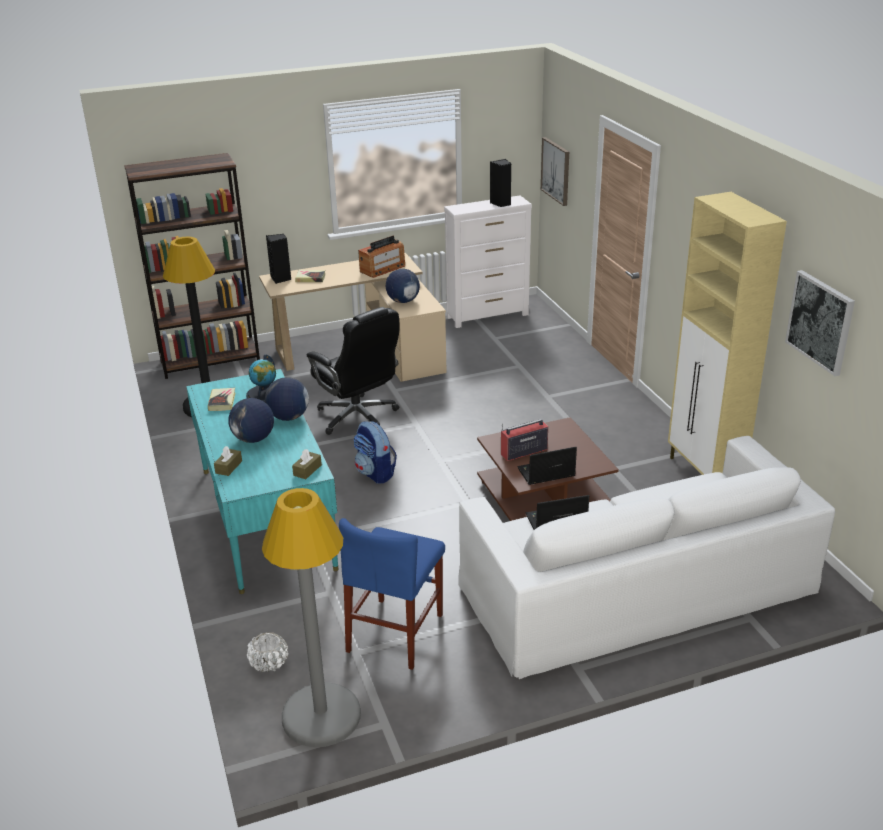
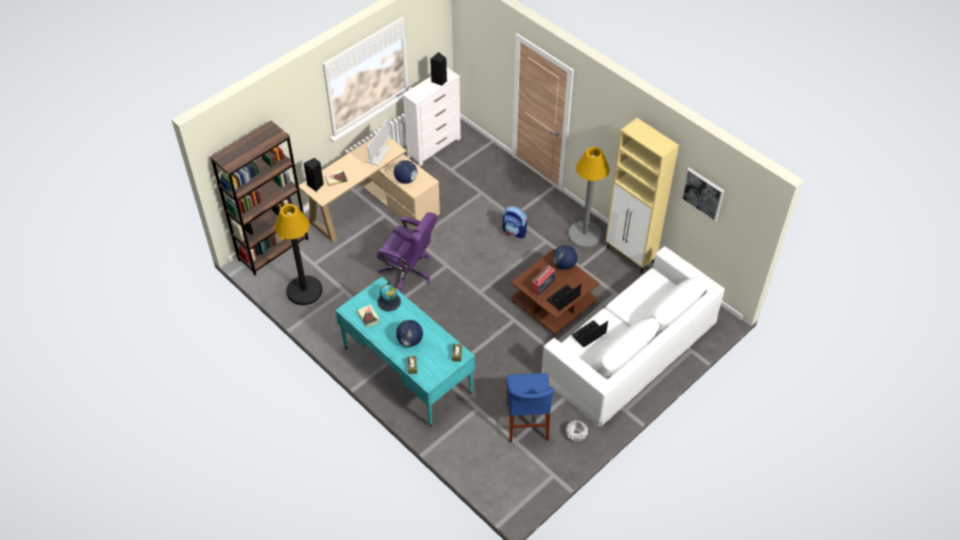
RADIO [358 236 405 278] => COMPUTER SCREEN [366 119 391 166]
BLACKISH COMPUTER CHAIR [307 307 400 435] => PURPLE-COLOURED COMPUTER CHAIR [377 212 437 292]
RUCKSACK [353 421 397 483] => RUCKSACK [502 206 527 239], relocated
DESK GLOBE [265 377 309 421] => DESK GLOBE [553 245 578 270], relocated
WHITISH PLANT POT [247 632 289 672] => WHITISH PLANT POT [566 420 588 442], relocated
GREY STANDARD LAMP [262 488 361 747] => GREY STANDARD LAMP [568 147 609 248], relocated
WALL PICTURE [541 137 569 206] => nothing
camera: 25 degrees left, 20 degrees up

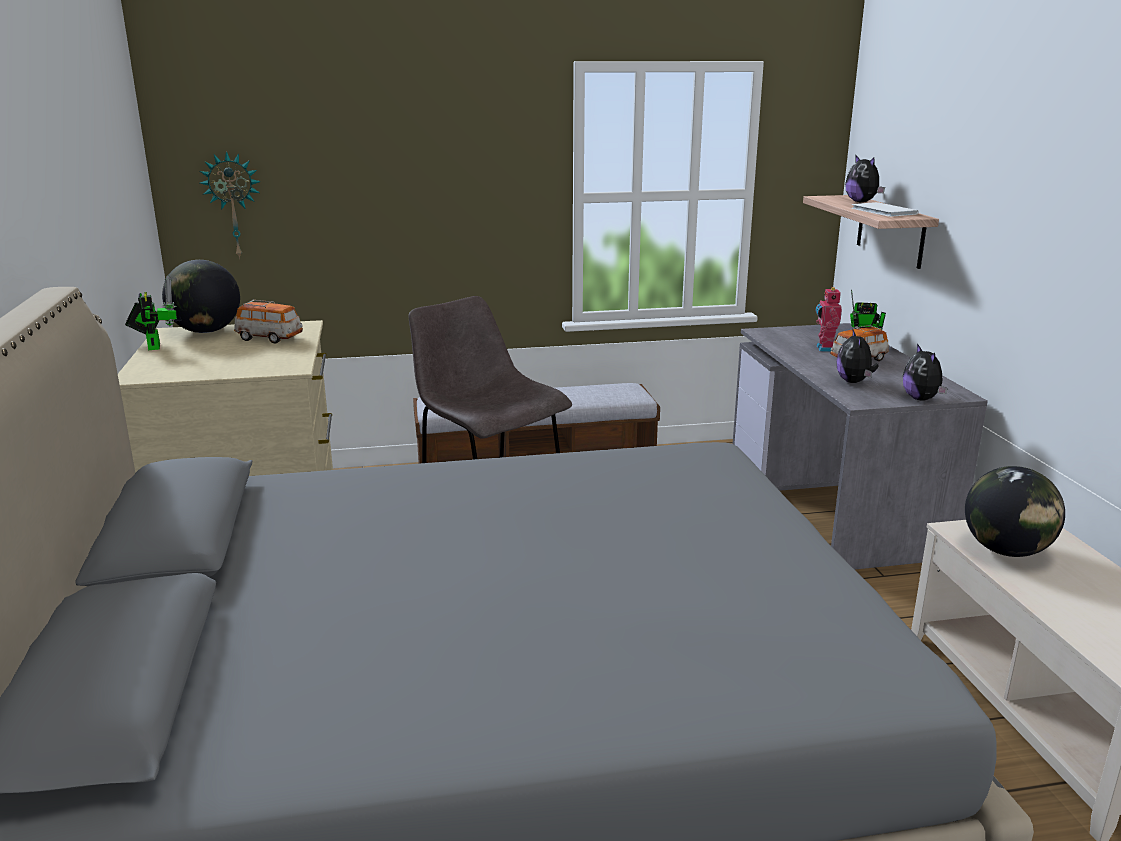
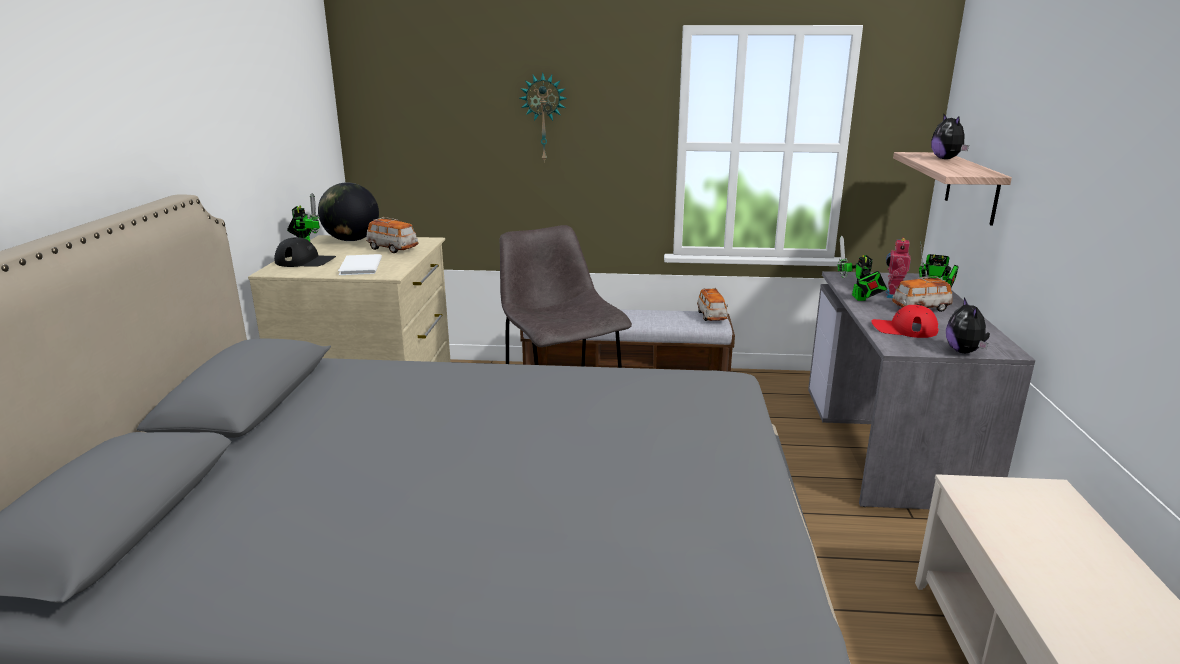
nothing => BLACKISH PEAKED CAP [274 237 336 267]
WHITISH VOLUME [851 202 919 217] => WHITISH VOLUME [338 254 382 275], relocated
WALL CLOCK [200 151 261 259] => WALL CLOCK [520 72 567 163], relocated
nothing => MINIATURE CAR [697 288 728 321]
nothing => MODEL ROBOT [838 235 887 301]
SOFT TOY [836 328 879 383] => RED-COLOURED PEAKED CAP [871 305 939 338]
DESK GLOBE [965 466 1065 557] => nothing
camera: 15 degrees right, 0 degrees up

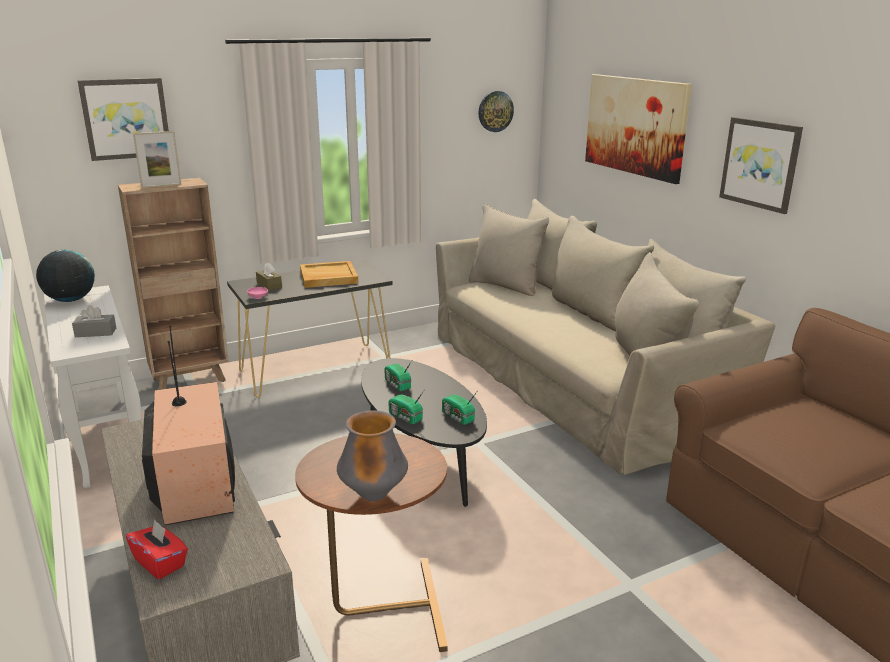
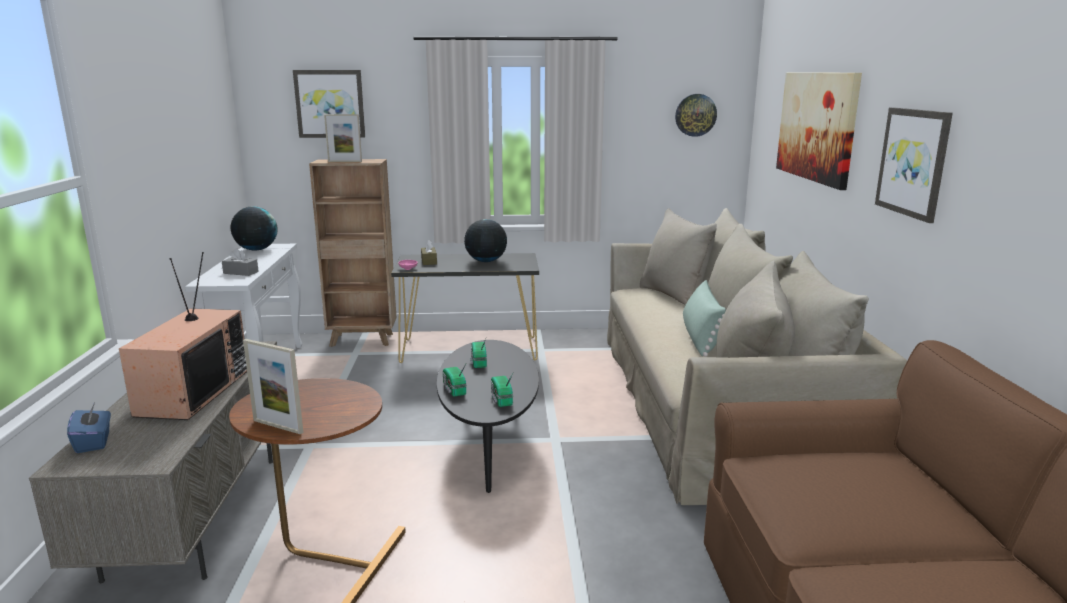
RED-COLOURED BOX OF TISSUES [126 519 188 579] => BLUISH BOX OF TISSUES [67 402 111 453]
VASE [337 410 408 501] => PICTURE FRAME [243 339 304 434]
SAND-COLOURED CARRYING TRAY [300 261 358 288] => DESK GLOBE [464 219 507 262]
nothing => GREEN-COLOURED THROW PILLOW [683 280 726 357]
camera: 25 degrees right, 5 degrees down

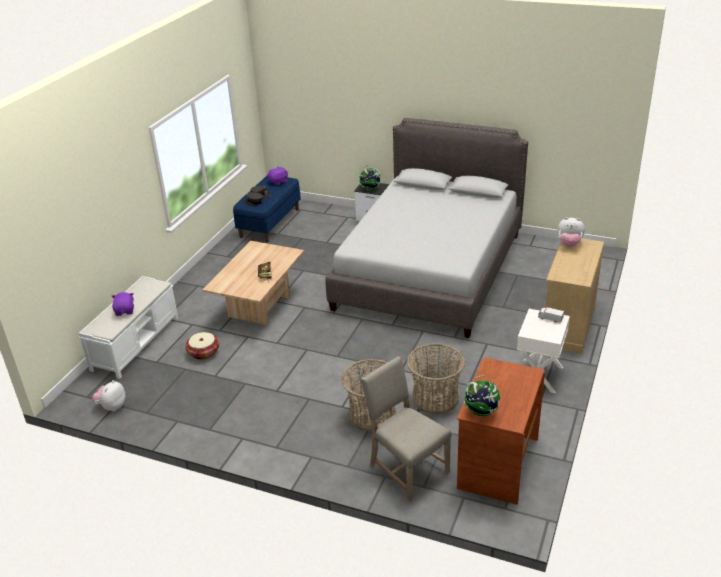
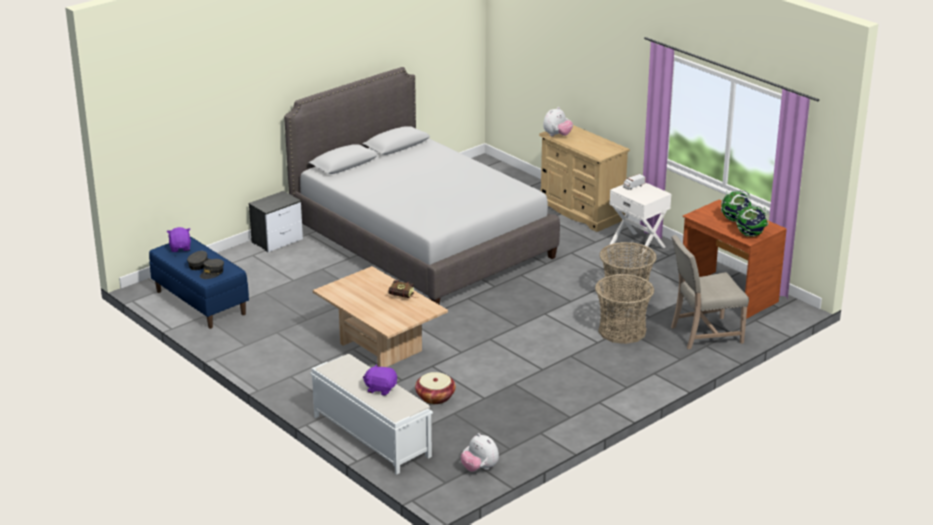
DESK GLOBE [359 165 382 190] => DESK GLOBE [721 190 752 222], relocated
camera: 65 degrees left, 5 degrees down

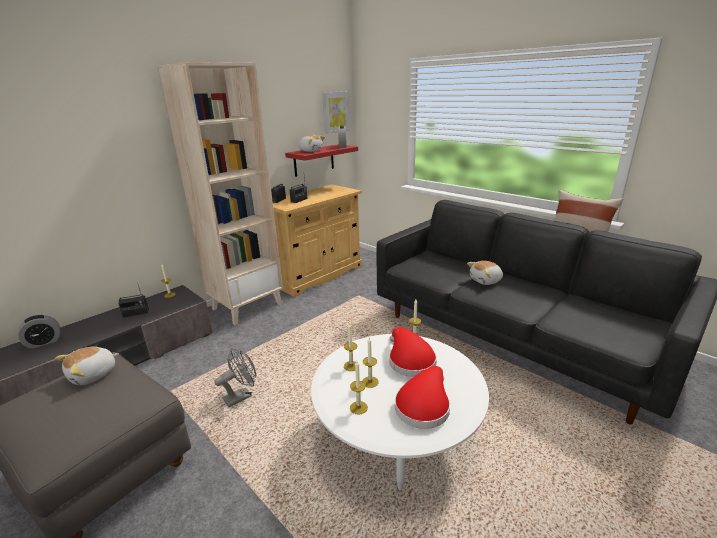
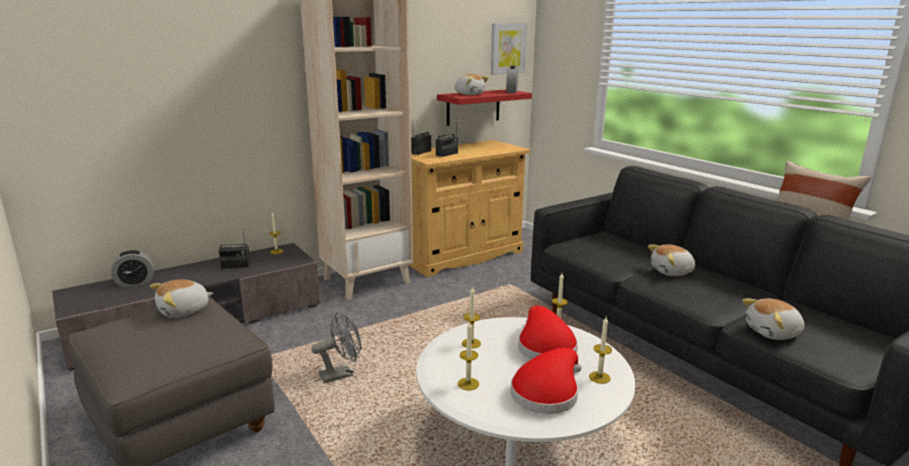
WAX CANDLE [362 337 379 388] => WAX CANDLE [589 317 612 384], relocated
nothing => SOFT TOY [742 298 805 340]
camera: 10 degrees right, 5 degrees down

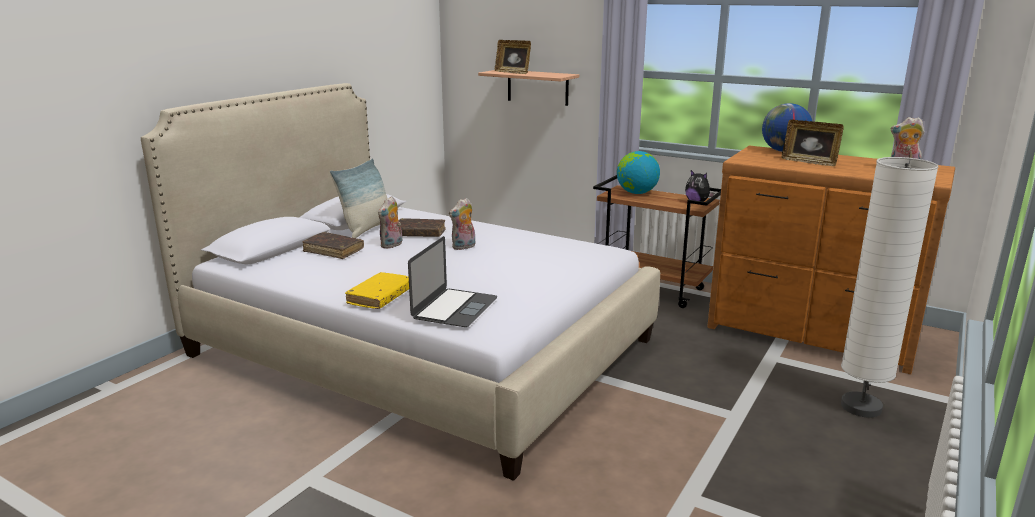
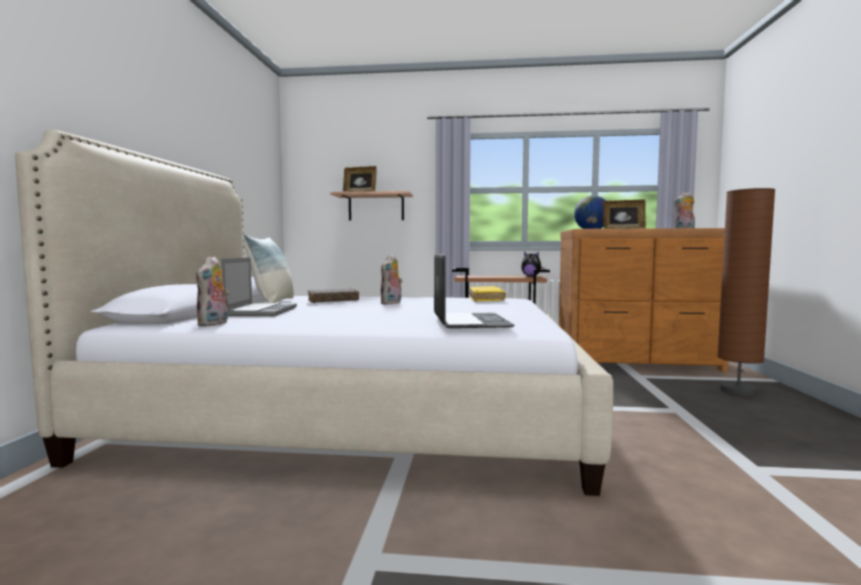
SOFT TOY [378 196 402 249] => SOFT TOY [196 256 229 326], relocated
BROWN-COLOURED VOLUME [302 232 364 259] => NOTEBOOK COMPUTER [221 258 297 316]
YELLOWISH VOLUME [345 272 409 309] => YELLOWISH VOLUME [469 286 506 302], relocated
WHITISH STANDARD LAMP [841 157 938 418] => BROWN-COLOURED STANDARD LAMP [717 188 775 396]
DESK GLOBE [617 151 660 194] => nothing
camera: 25 degrees left, 15 degrees down

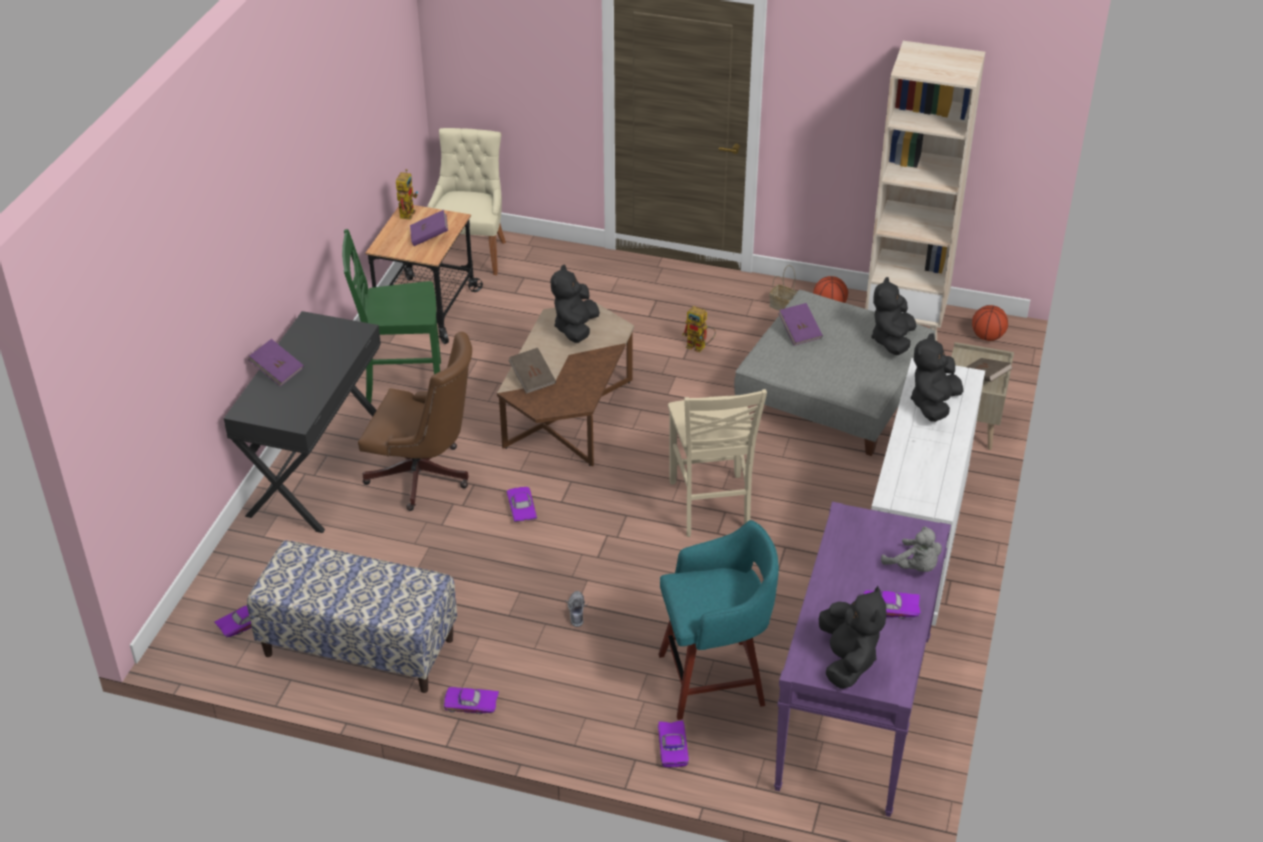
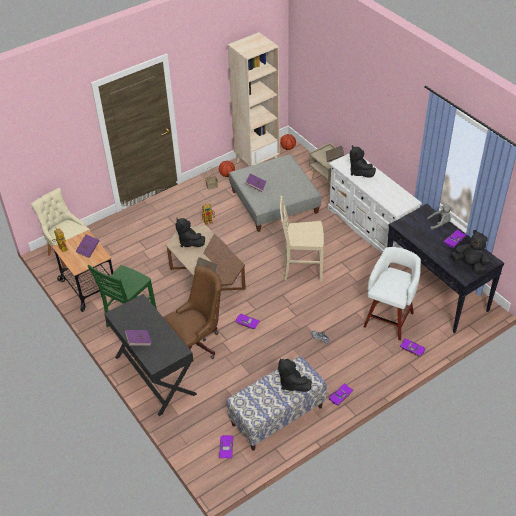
BLACKISH SOFT TOY [871 277 916 355] => BLACKISH SOFT TOY [278 358 312 392], relocated
SAND-COLOURED PLAIN CHAIR [668 389 767 537] => SAND-COLOURED PLAIN CHAIR [280 196 324 282], 150 degrees clockwise
TURQUOISE STOOL [658 520 779 720] => WHITISH STOOL [364 247 421 340]
PURPLE-COLOURED HALL TABLE [774 502 951 817] => BLACKISH HALL TABLE [387 204 504 333]
camera: 50 degrees left, 5 degrees up

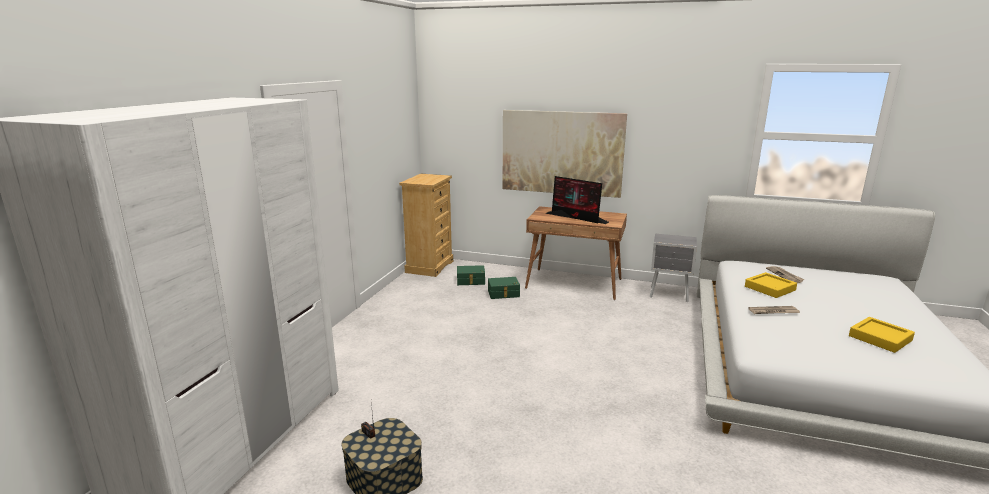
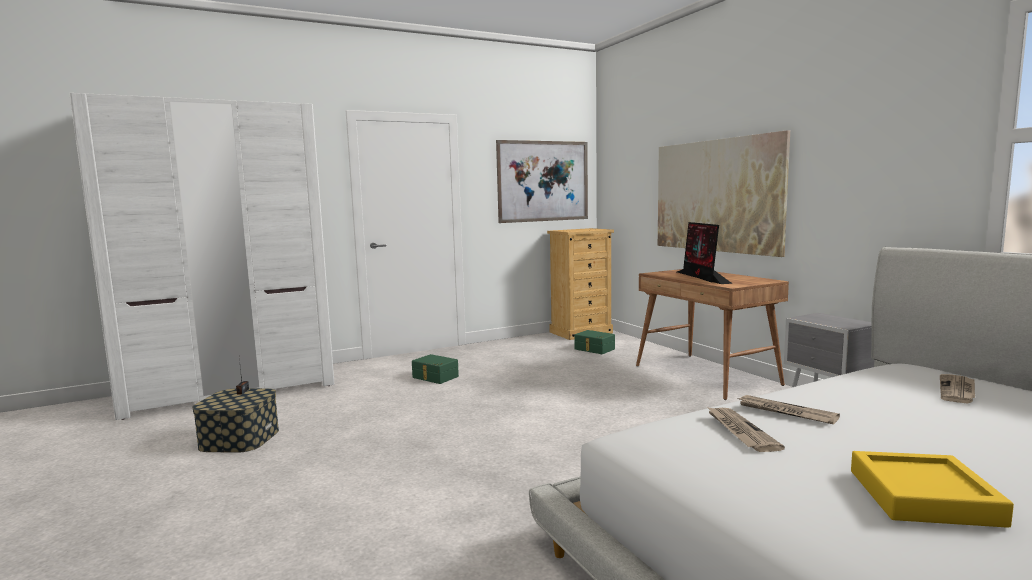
GREEN-COLOURED STORAGE BOX [488 277 520 299] => GREEN-COLOURED STORAGE BOX [412 354 459 384], relocated
nothing => WALL PICTURE [496 140 588 223]
nothing => DAILY PAPER [706 406 785 452]
YELLOWISH CARRYING TRAY [745 272 797 298] => nothing
camera: 45 degrees right, 10 degrees down

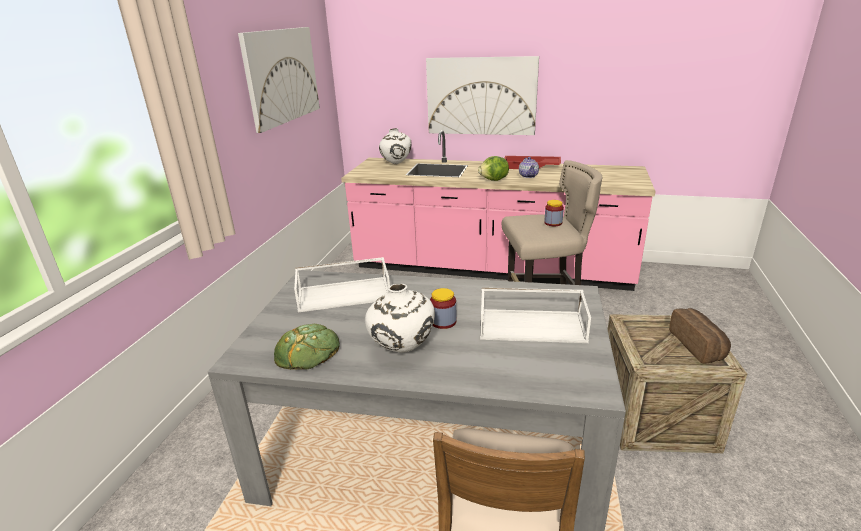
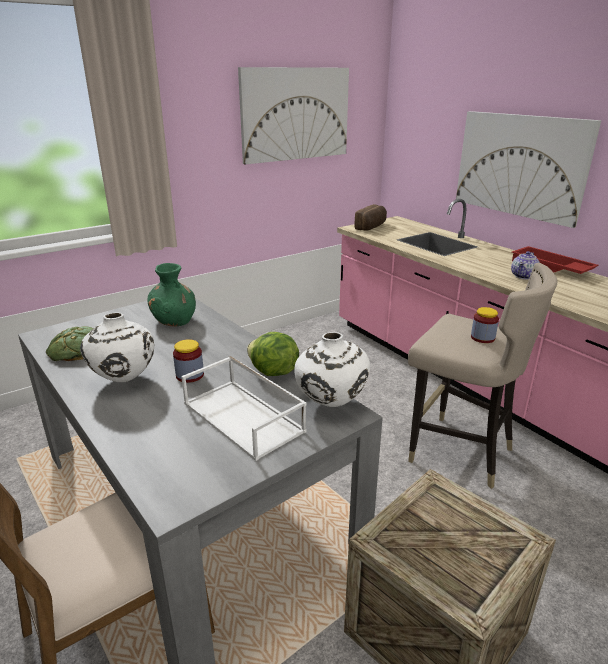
WHITISH CARRYING TRAY [294 257 390 313] => GREEN-COLOURED VASE [147 263 196 326]
HEAD OF LETTUCE [478 156 509 181] => HEAD OF LETTUCE [247 332 299 376], relocated
WHITISH VASE [379 128 411 164] => WHITISH VASE [294 332 370 407], relocated
BAKERY BREAD [669 308 731 364] => BAKERY BREAD [354 204 387 231], relocated
camera: 40 degrees right, 0 degrees up

